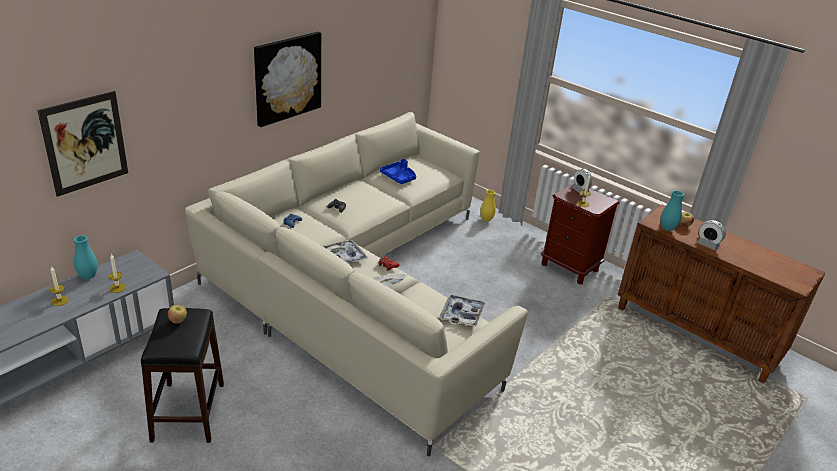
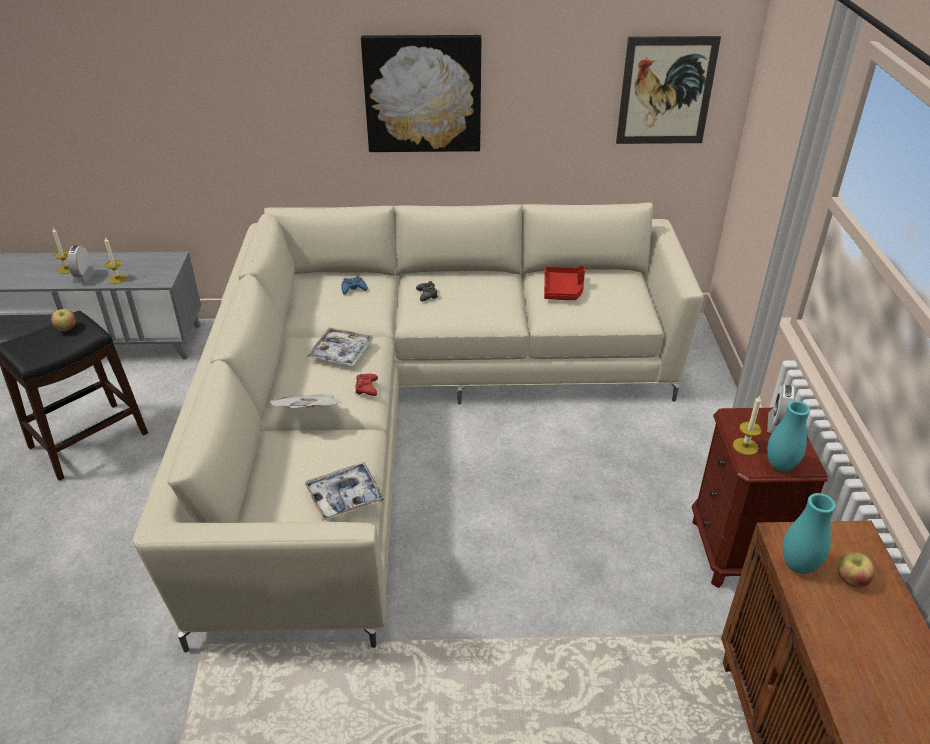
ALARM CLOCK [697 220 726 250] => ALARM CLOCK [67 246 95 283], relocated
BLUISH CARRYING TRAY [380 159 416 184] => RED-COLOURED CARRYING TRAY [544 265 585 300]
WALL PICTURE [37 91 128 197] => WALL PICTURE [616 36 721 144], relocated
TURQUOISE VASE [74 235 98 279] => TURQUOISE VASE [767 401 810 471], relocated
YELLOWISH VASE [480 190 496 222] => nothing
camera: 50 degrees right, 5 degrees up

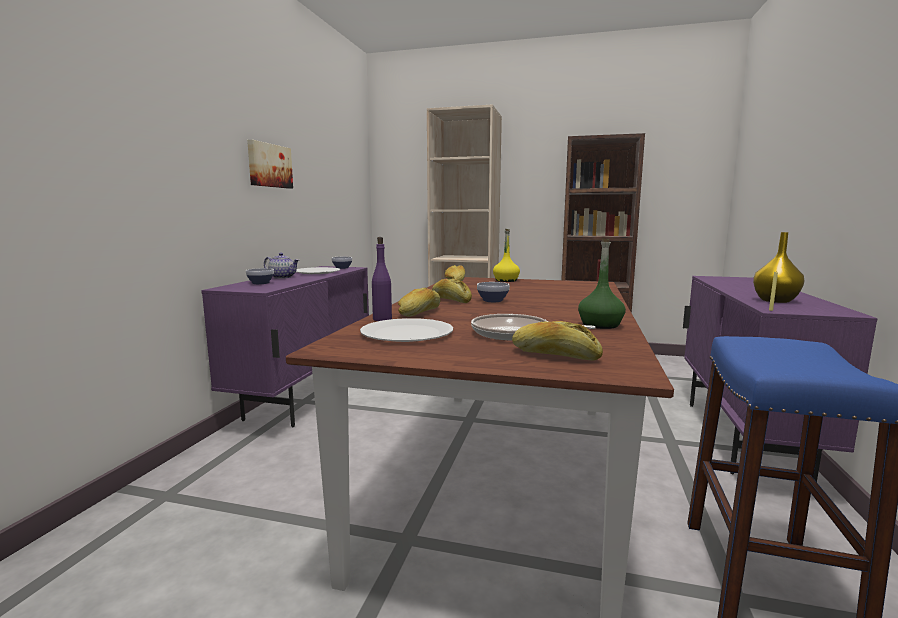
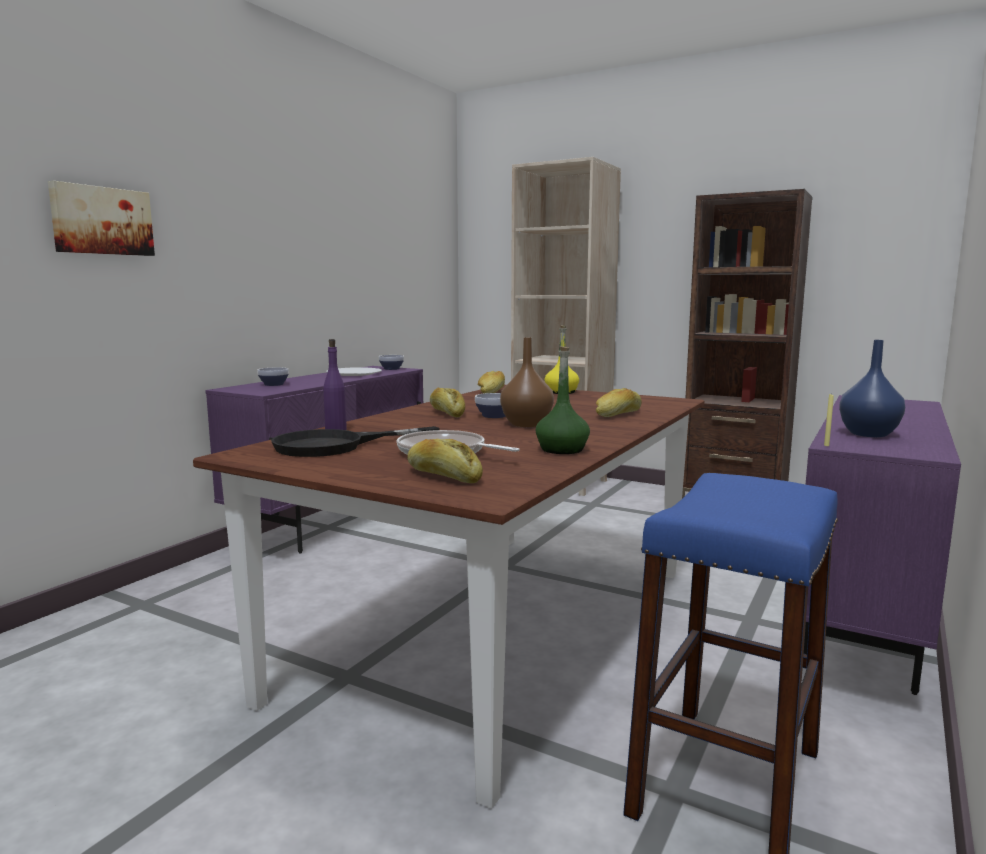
WALL PICTURE [247 140 293 189] => WALL PICTURE [48 181 155 256], relocated
WHITISH DINNER PLATE [360 318 453 342] => BLACKISH FRYING PAN [271 426 440 457]
nothing => BROWN-COLOURED VASE [500 337 554 427]
BAKERY BREAD [398 288 440 317] => BAKERY BREAD [596 388 642 417], relocated
YELLOWISH VASE [753 232 804 303] => BLUISH VASE [839 340 905 437]
TEAPOT [264 253 299 279] => nothing
camera: 15 degrees right, 0 degrees up

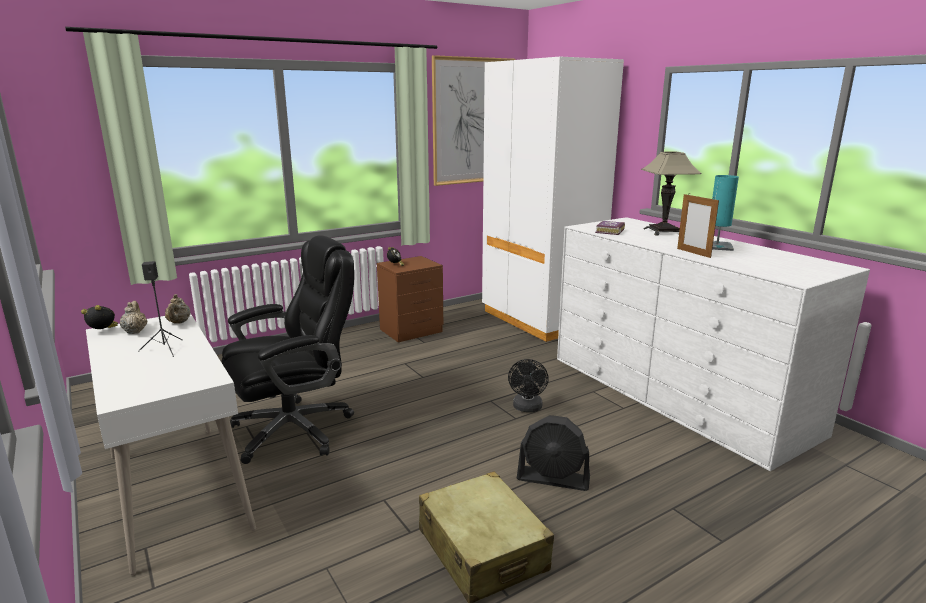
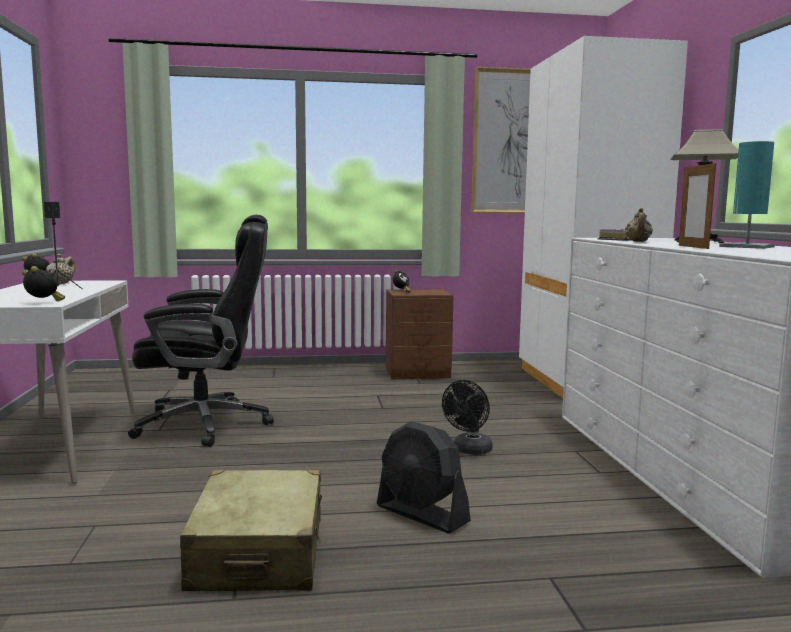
nothing => ALARM CLOCK [22 266 65 301]
SAND-COLOURED TEAPOT [165 294 191 324] => SAND-COLOURED TEAPOT [625 208 653 242], relocated
camera: 25 degrees right, 10 degrees down

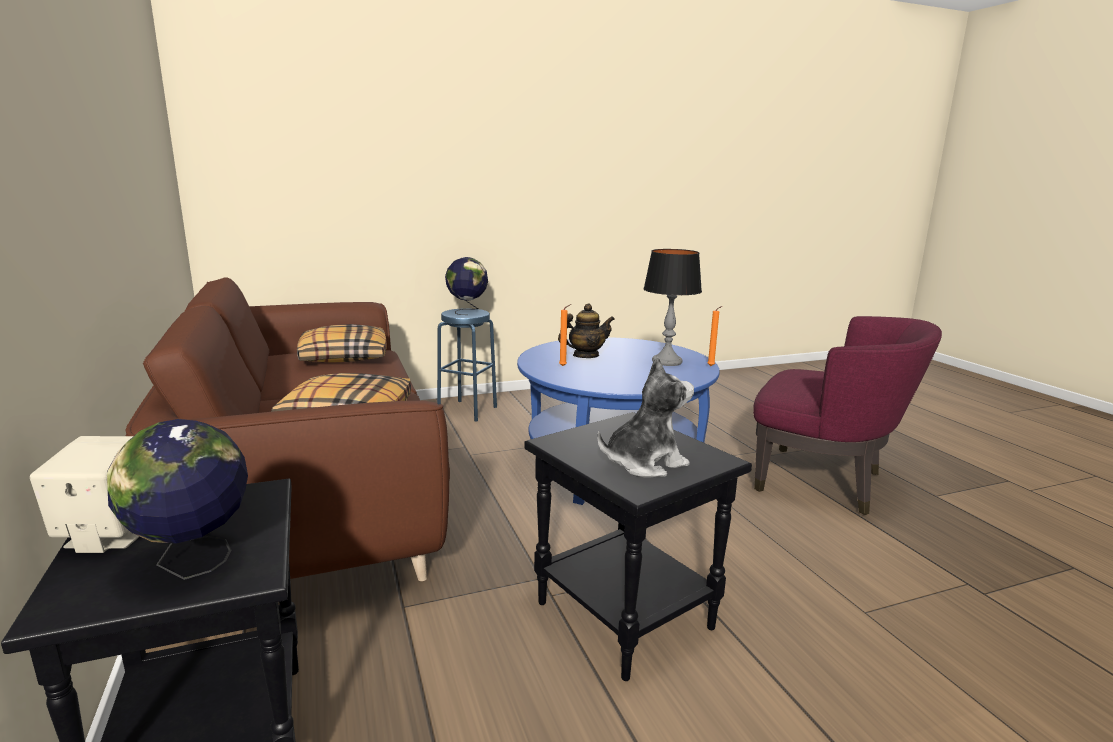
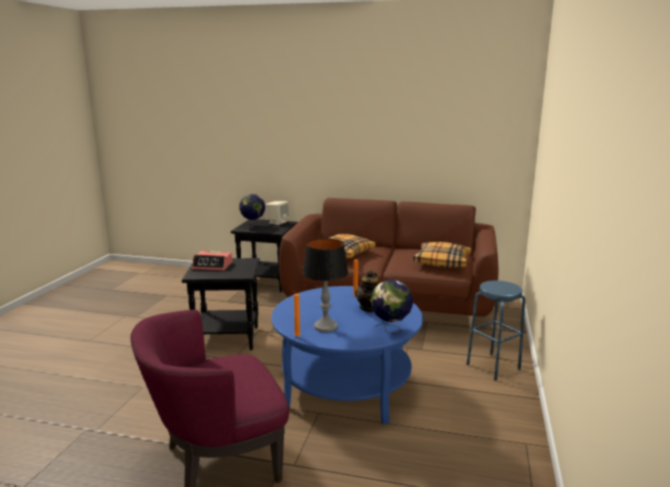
SOFT TOY [598 357 694 478] => ALARM CLOCK [192 251 232 271]
DESK GLOBE [445 257 488 315] => DESK GLOBE [371 279 413 334], relocated
camera: 125 degrees right, 0 degrees up

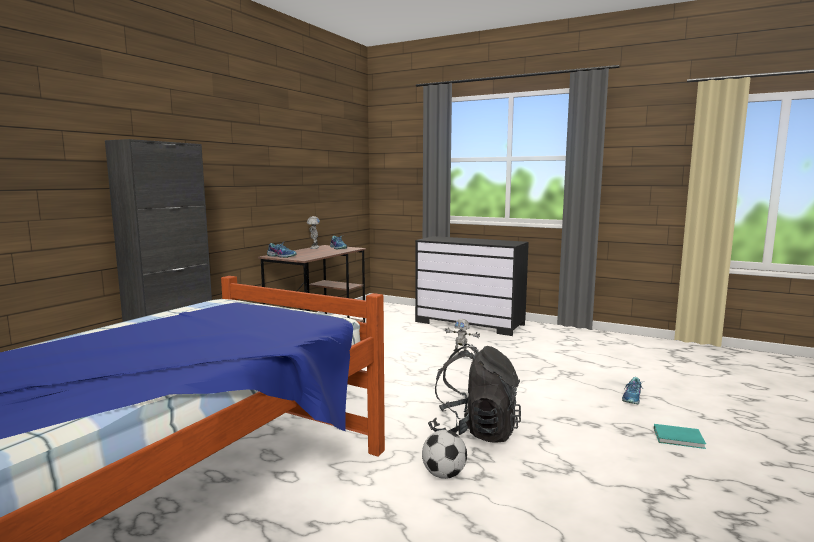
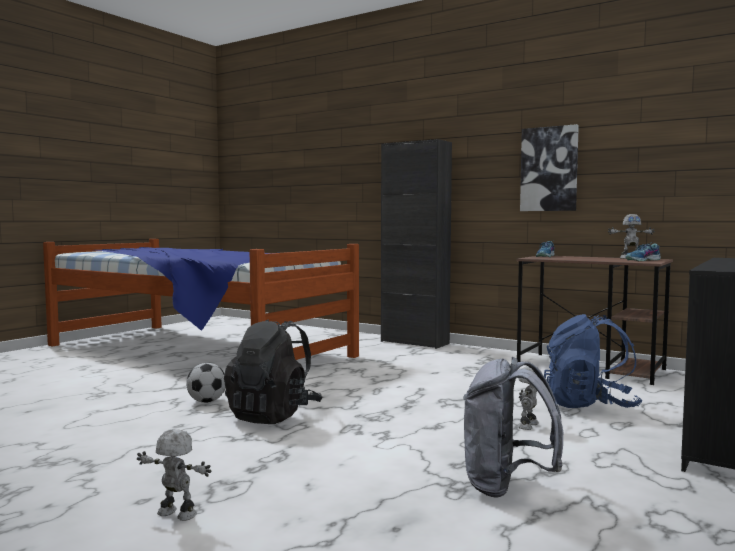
TURQUOISE VOLUME [654 424 706 449] => MODEL ROBOT [137 429 212 521]
nothing => GREY RUCKSACK [463 357 563 497]
nothing => WALL PICTURE [520 124 579 211]
nothing => BLUISH RUCKSACK [544 314 643 408]
ITEM OF FOOTWEAR [622 377 643 404] => nothing
camera: 95 degrees right, 5 degrees down

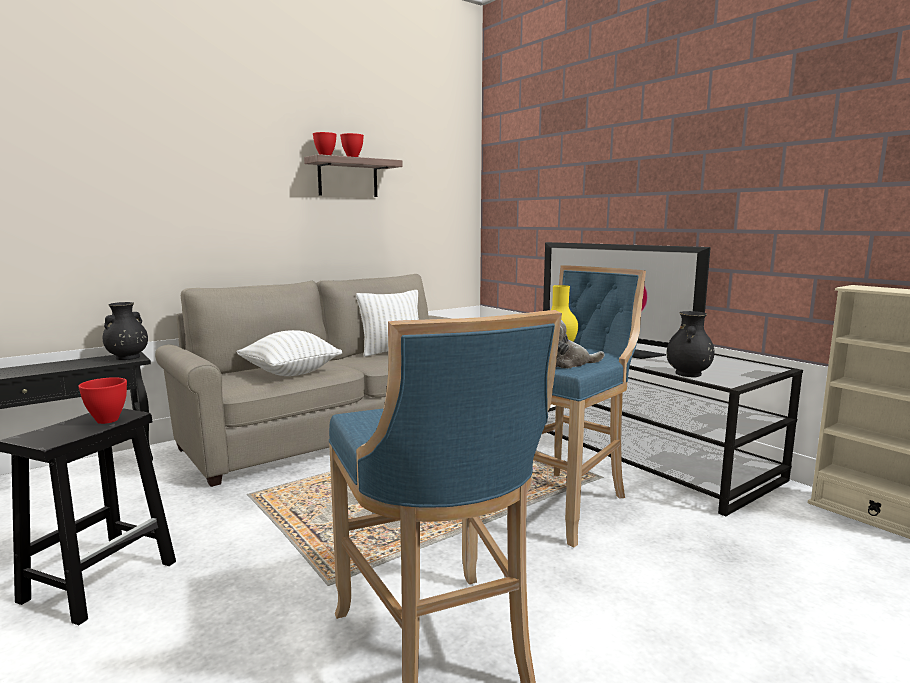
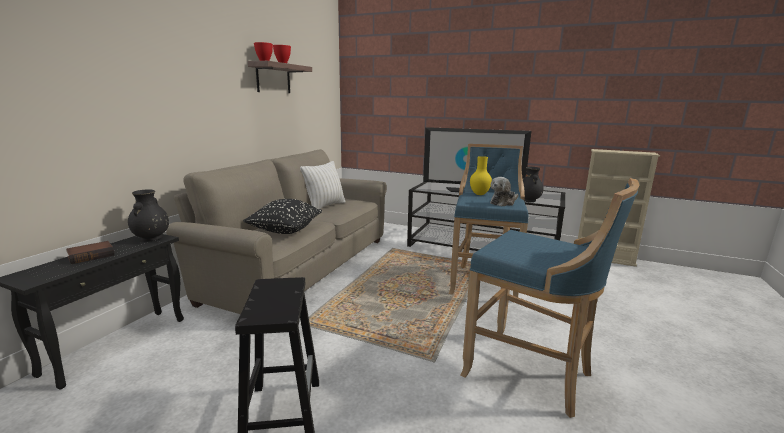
nothing => VOLUME [66 241 115 264]
WHITISH THROW PILLOW [237 330 342 376] => BLACKISH THROW PILLOW [243 199 322 234]
RED-COLOURED DEEP DISH [78 377 127 424] => nothing
camera: 30 degrees left, 5 degrees up

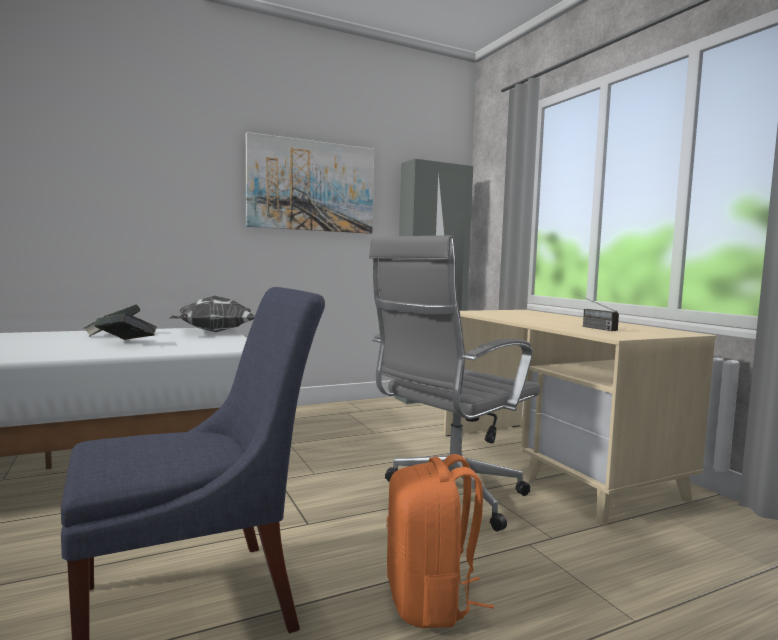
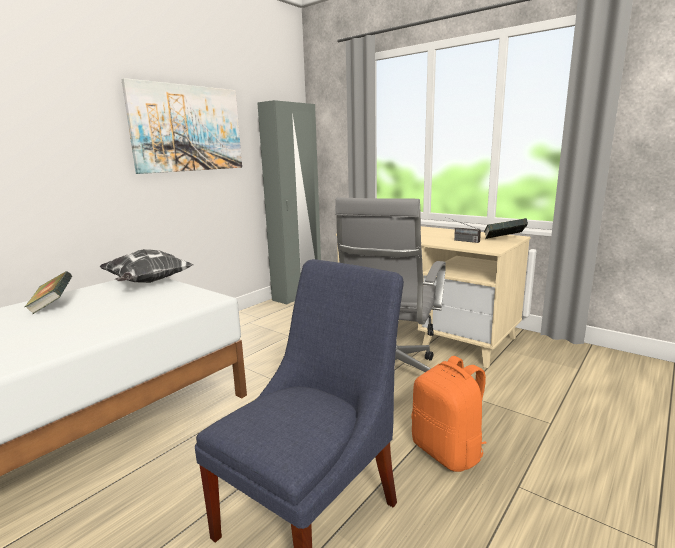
VOLUME [94 313 157 340] => VOLUME [484 218 528 239], relocated
camera: 25 degrees left, 10 degrees up

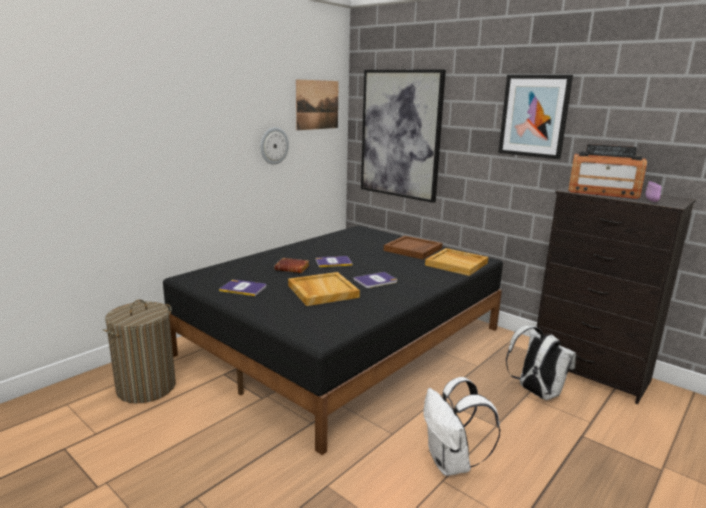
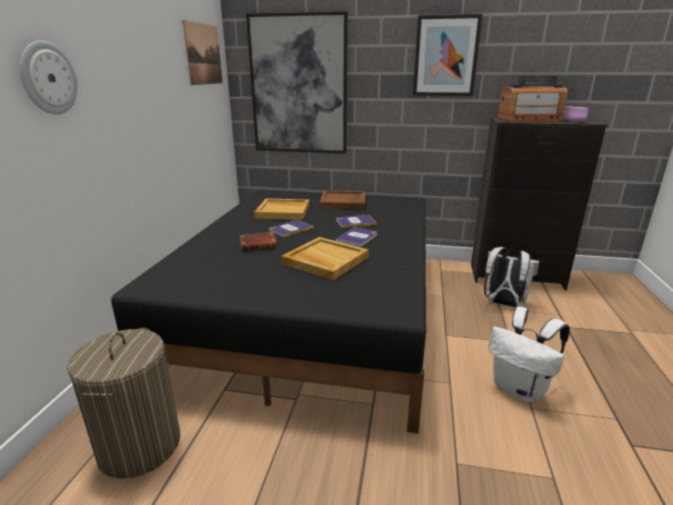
WALL CLOCK [260 127 289 165] => WALL CLOCK [20 40 77 115], relocated
SAND-COLOURED CARRYING TRAY [425 248 488 276] => SAND-COLOURED CARRYING TRAY [254 199 310 220], relocated
VOLUME [219 280 266 296] => VOLUME [336 215 377 228], relocated
camera: 30 degrees left, 5 degrees up

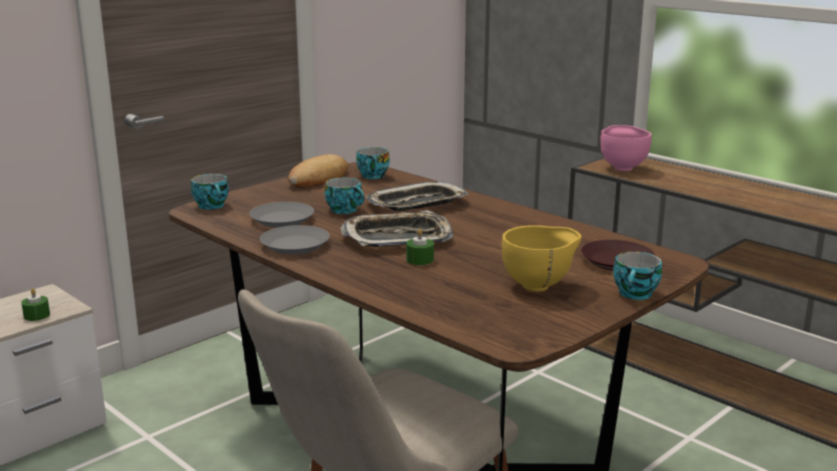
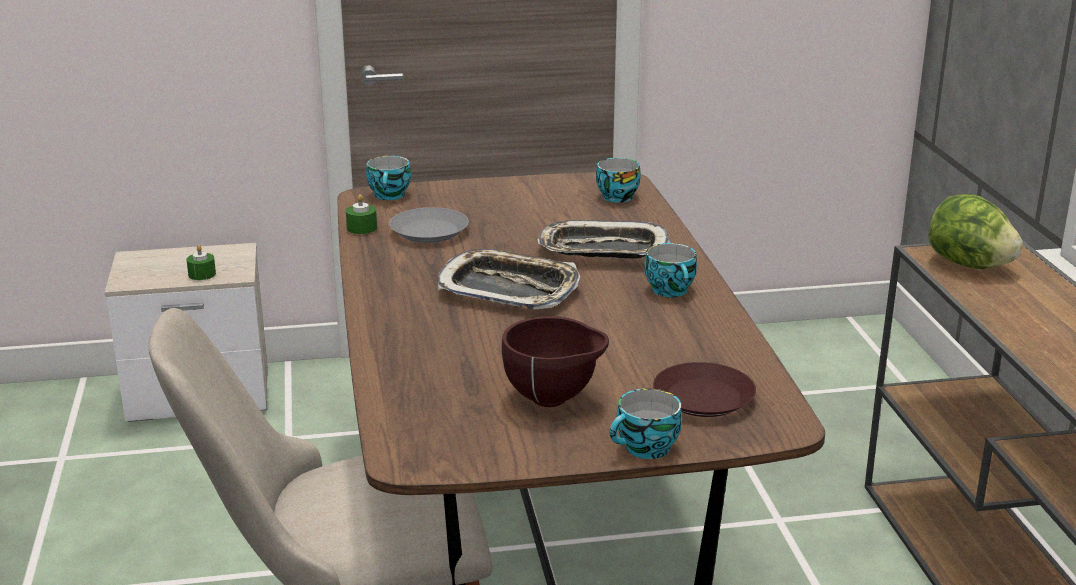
GREEN-COLOURED WAX CANDLE [406 229 434 265] => GREEN-COLOURED WAX CANDLE [346 194 377 234], relocated
YELLOWISH DEEP DISH [502 225 582 292] => BROWN-COLOURED DEEP DISH [502 316 609 407]
CUP [324 178 365 214] => CUP [644 243 697 297], relocated
PINK-COLOURED DEEP DISH [600 125 652 171] => HEAD OF LETTUCE [928 194 1023 269]
GREY DINNER PLATE [260 225 330 255] => nothing
BAKERY BREAD [288 154 348 188] => nothing
camera: 35 degrees right, 5 degrees up

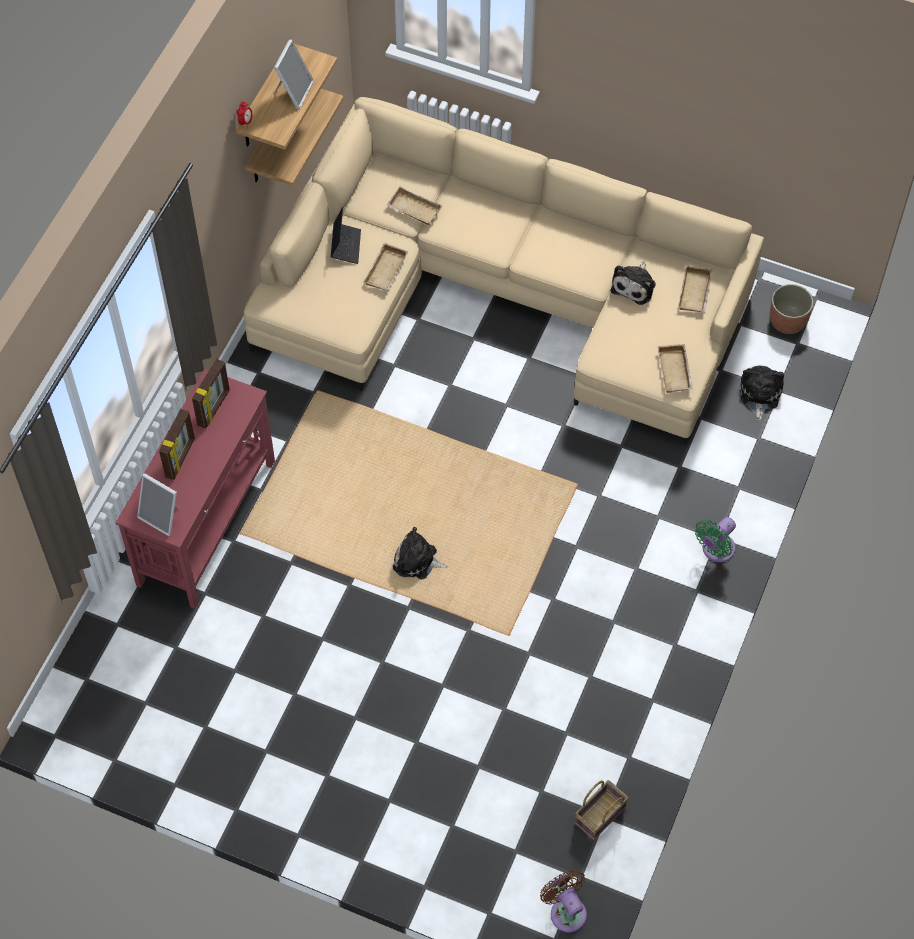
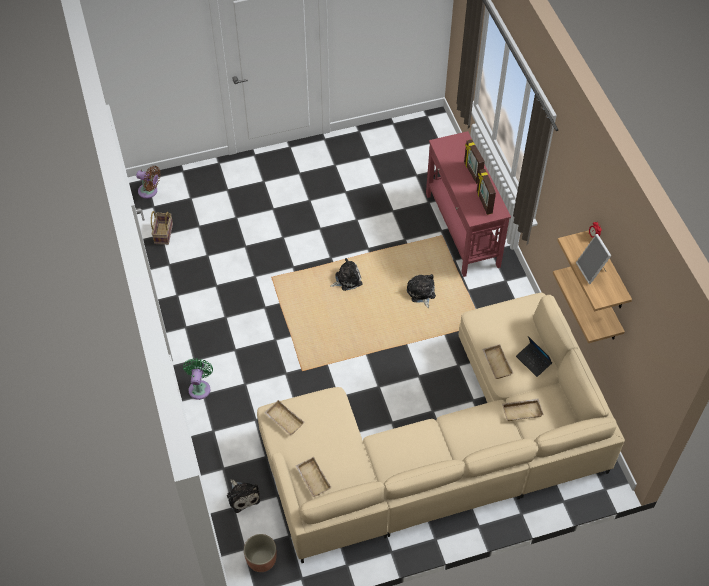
SOFT TOY [611 262 656 305] => SOFT TOY [407 274 436 308], relocated
PICTURE FRAME [137 473 180 536] => nothing
camera: 140 degrees right, 5 degrees down

